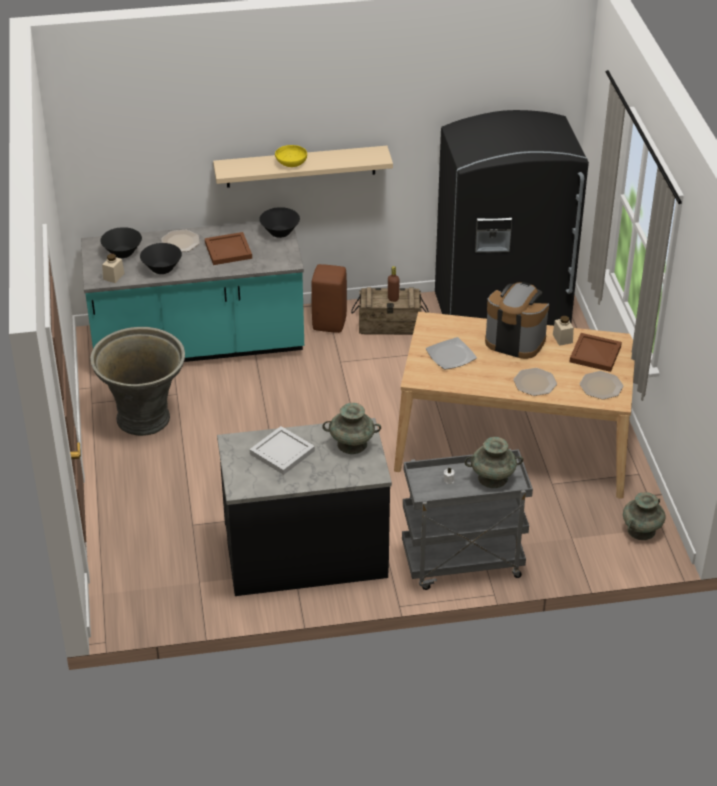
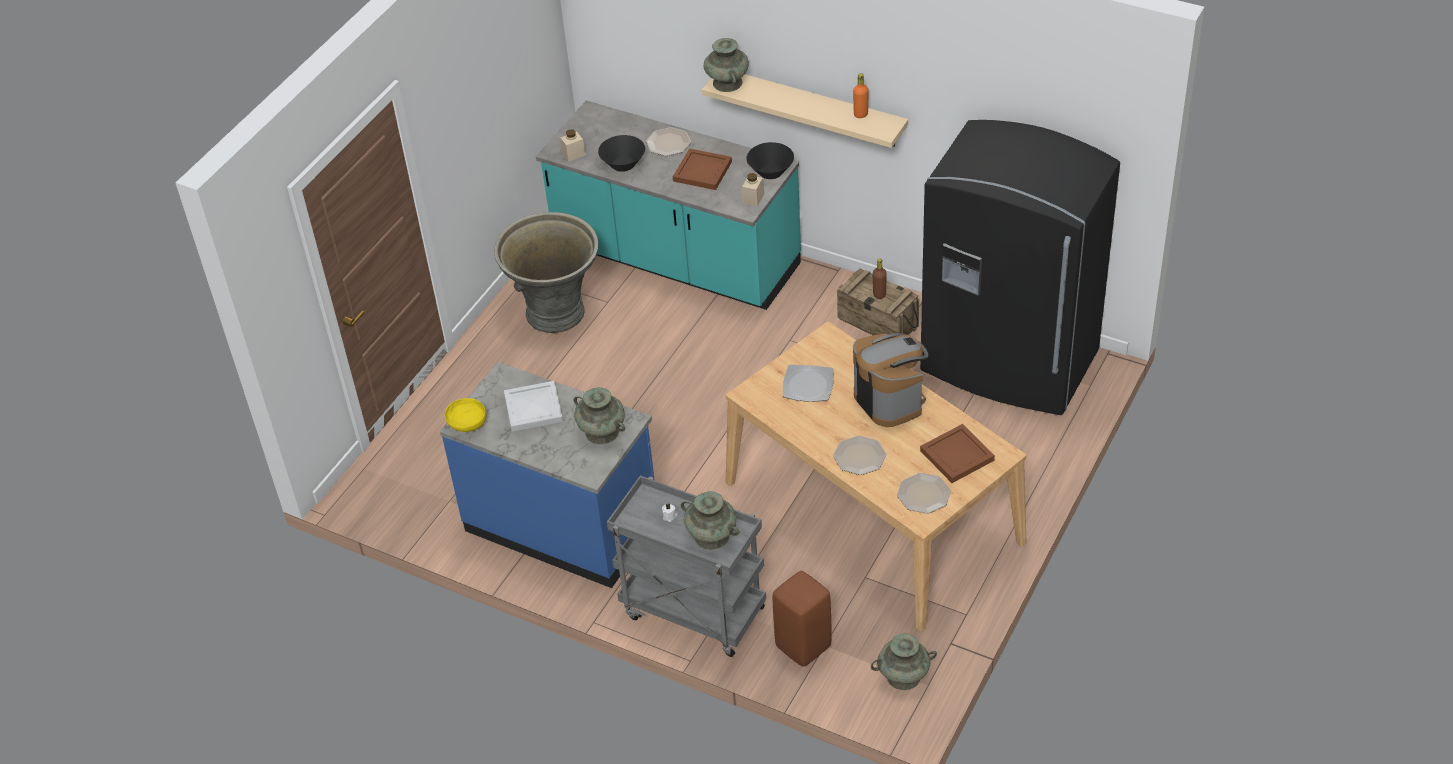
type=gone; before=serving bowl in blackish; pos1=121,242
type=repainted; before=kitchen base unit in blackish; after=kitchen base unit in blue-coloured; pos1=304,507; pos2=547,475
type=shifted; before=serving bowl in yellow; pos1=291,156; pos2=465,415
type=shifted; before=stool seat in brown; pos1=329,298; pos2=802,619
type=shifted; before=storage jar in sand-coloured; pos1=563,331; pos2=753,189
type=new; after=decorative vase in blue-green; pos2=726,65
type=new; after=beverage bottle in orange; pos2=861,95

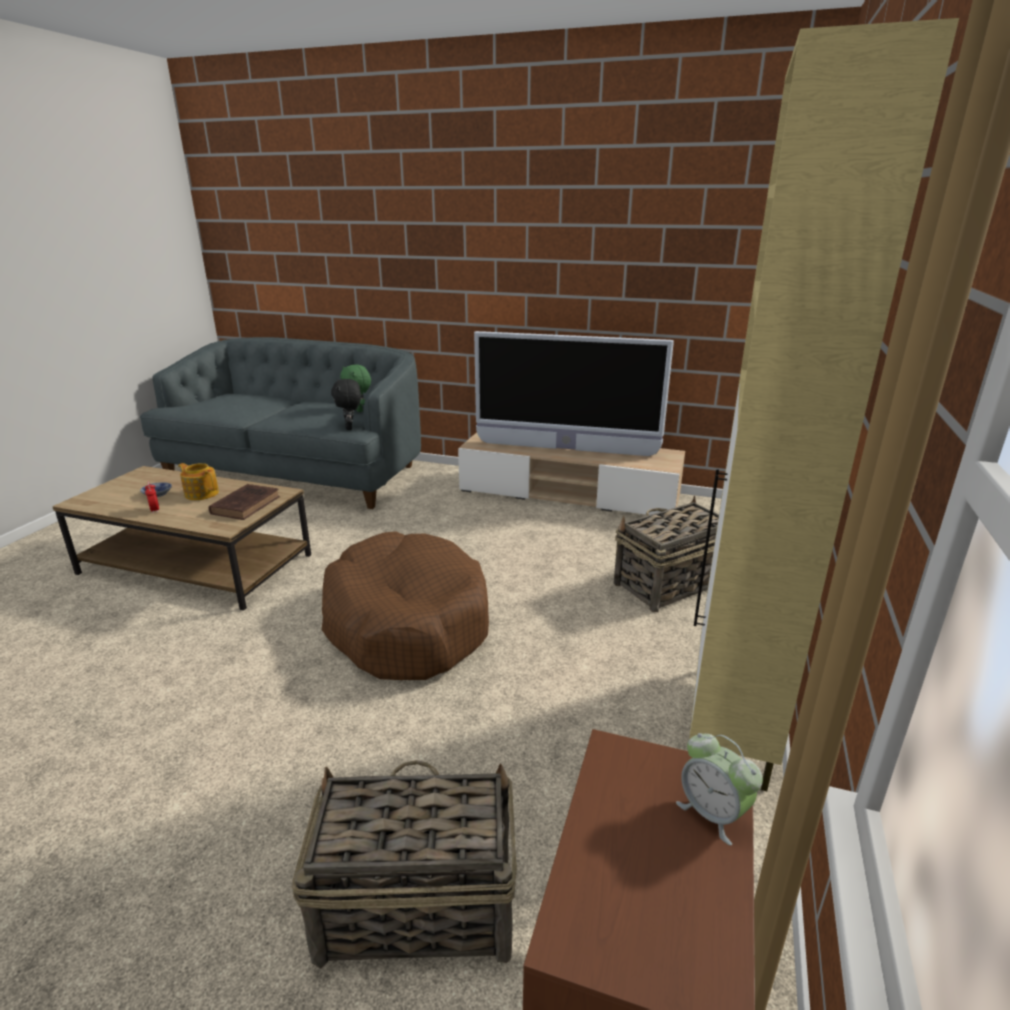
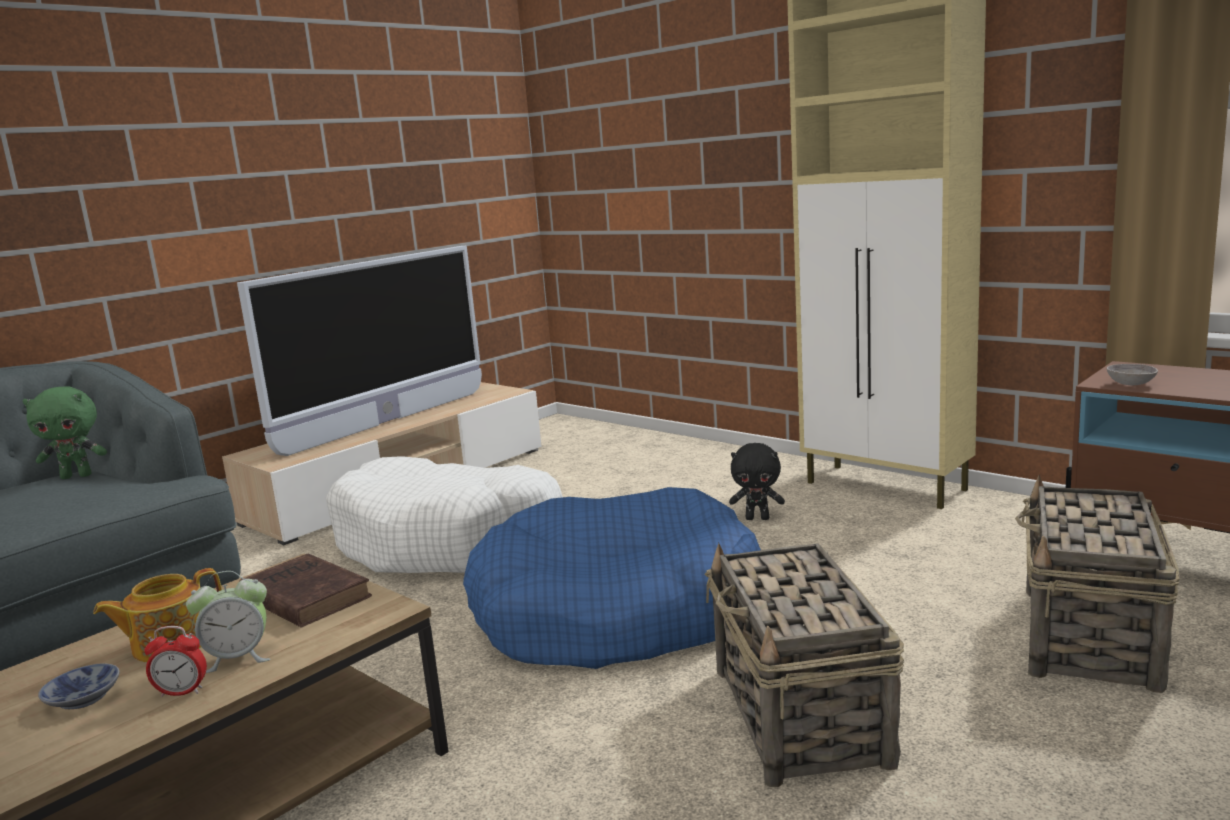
type=repainted; before=dog cushion in brown; after=dog cushion in blue-coloured; pos1=405,605; pos2=612,578
type=shifted; before=soft toy in blackish; pos1=346,404; pos2=757,481
type=shifted; before=basket; pos1=666,554; pos2=804,665
type=shifted; before=table clock; pos1=719,789; pos2=228,622
type=new; after=dog cushion in white; pos2=444,514
type=new; after=serving bowl in gray; pos2=1132,374

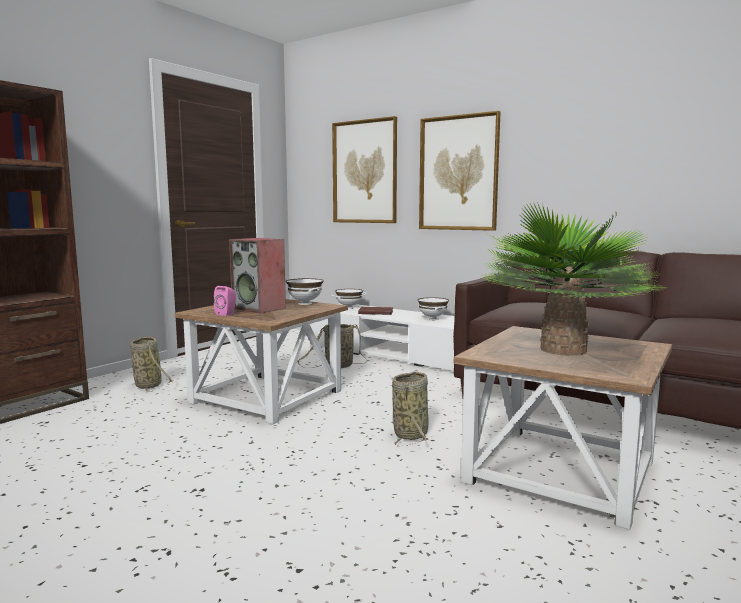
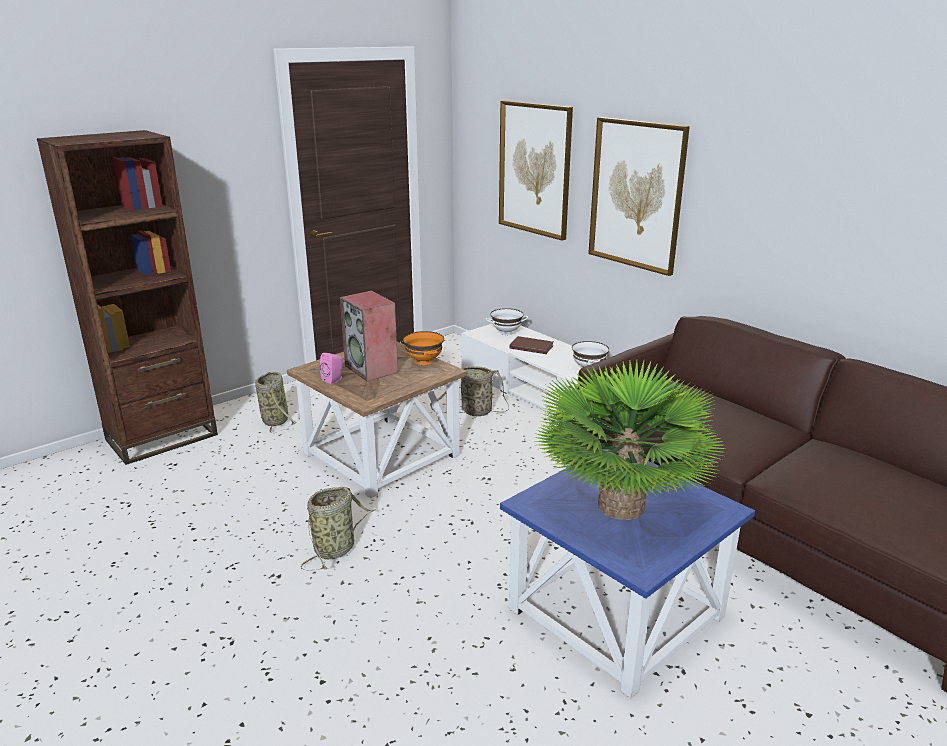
type=repainted; before=serving bowl in white; after=serving bowl in orange; pos1=305,291; pos2=423,348
type=shifted; before=basket; pos1=410,409; pos2=338,529
type=repainted; before=end table in brown; after=end table in blue-coloured; pos1=563,428; pos2=627,573

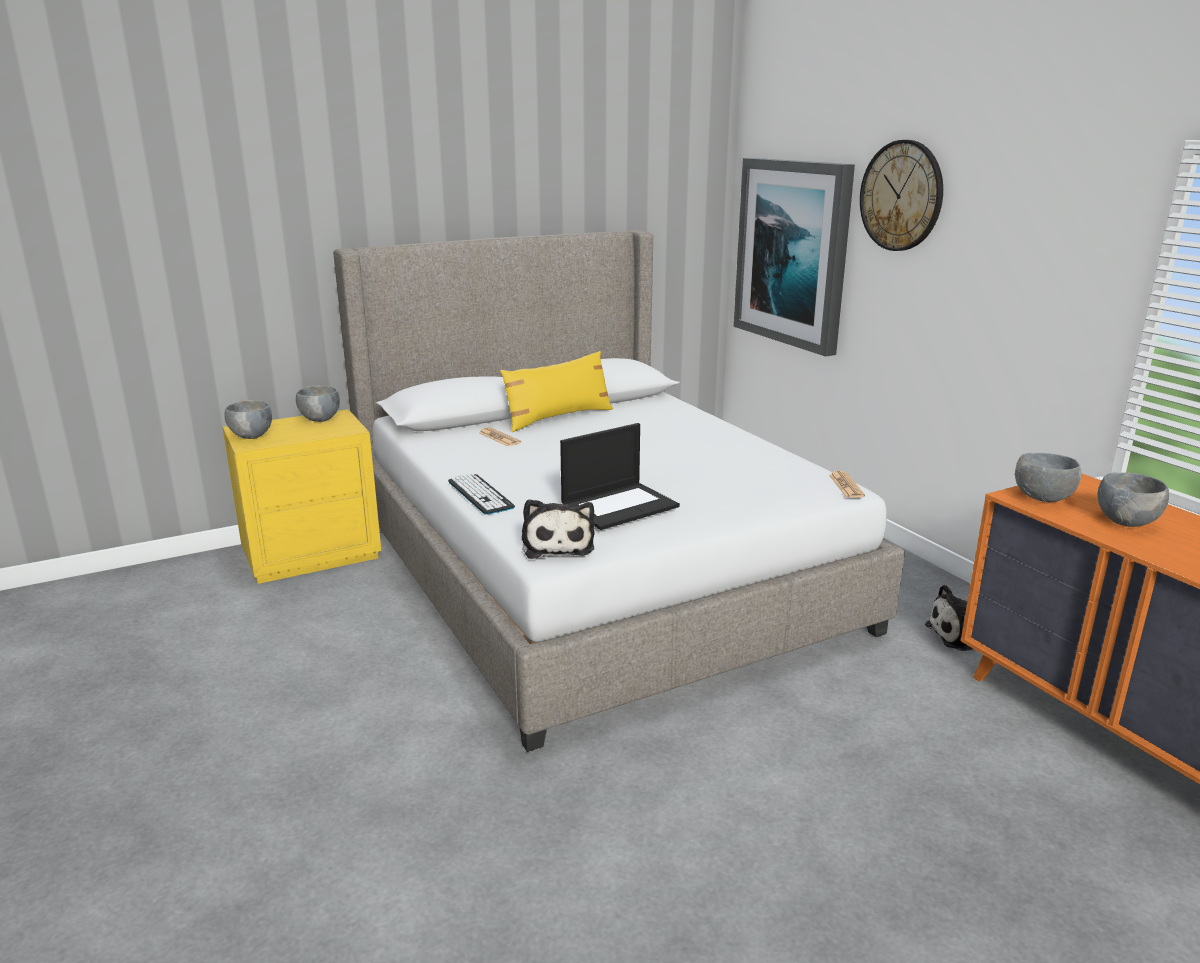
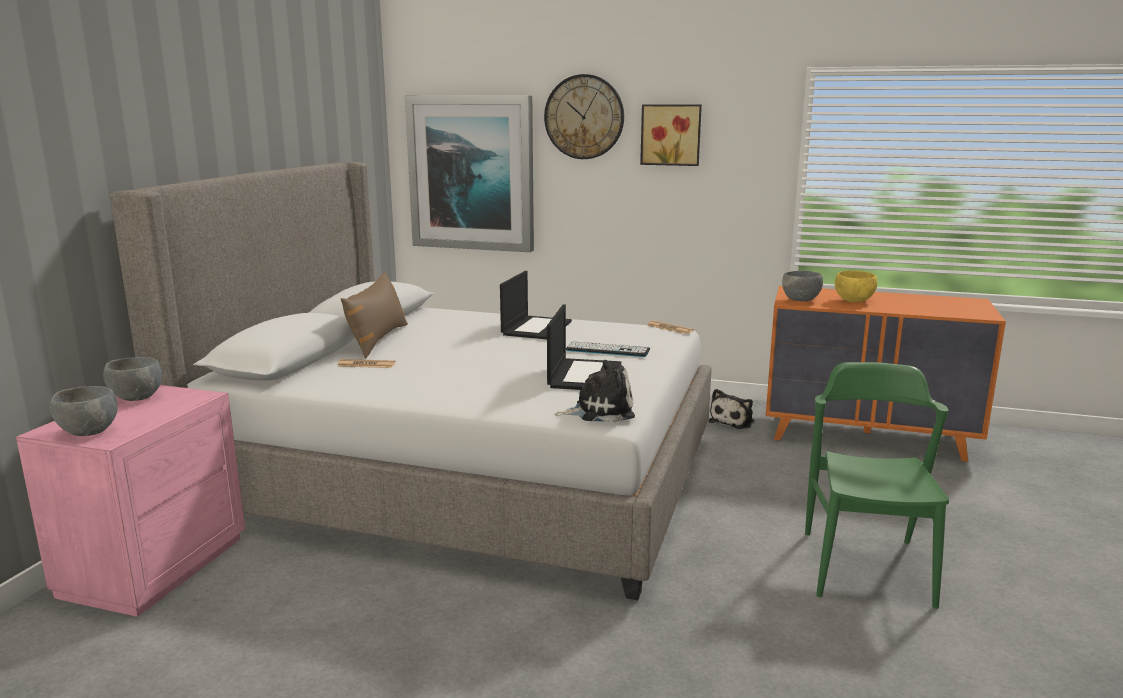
type=repainted; before=night table in yellow; after=night table in pinkish; pos1=302,496; pos2=130,501
type=shifted; before=keyboard; pos1=481,494; pos2=608,349
type=repainted; before=pillow in yellow; after=pillow in brown; pos1=556,391; pos2=374,315
type=rotated; before=soft toy; pos1=558,529; pos2=595,391; turn=-45
type=repainted; before=serving bowl in gray; after=serving bowl in yellow; pos1=1133,499; pos2=856,287
type=new; after=portable computer; pos2=536,305
type=new; after=wall picture; pos2=671,135
type=new; after=plain chair in green-coloured; pos2=877,485

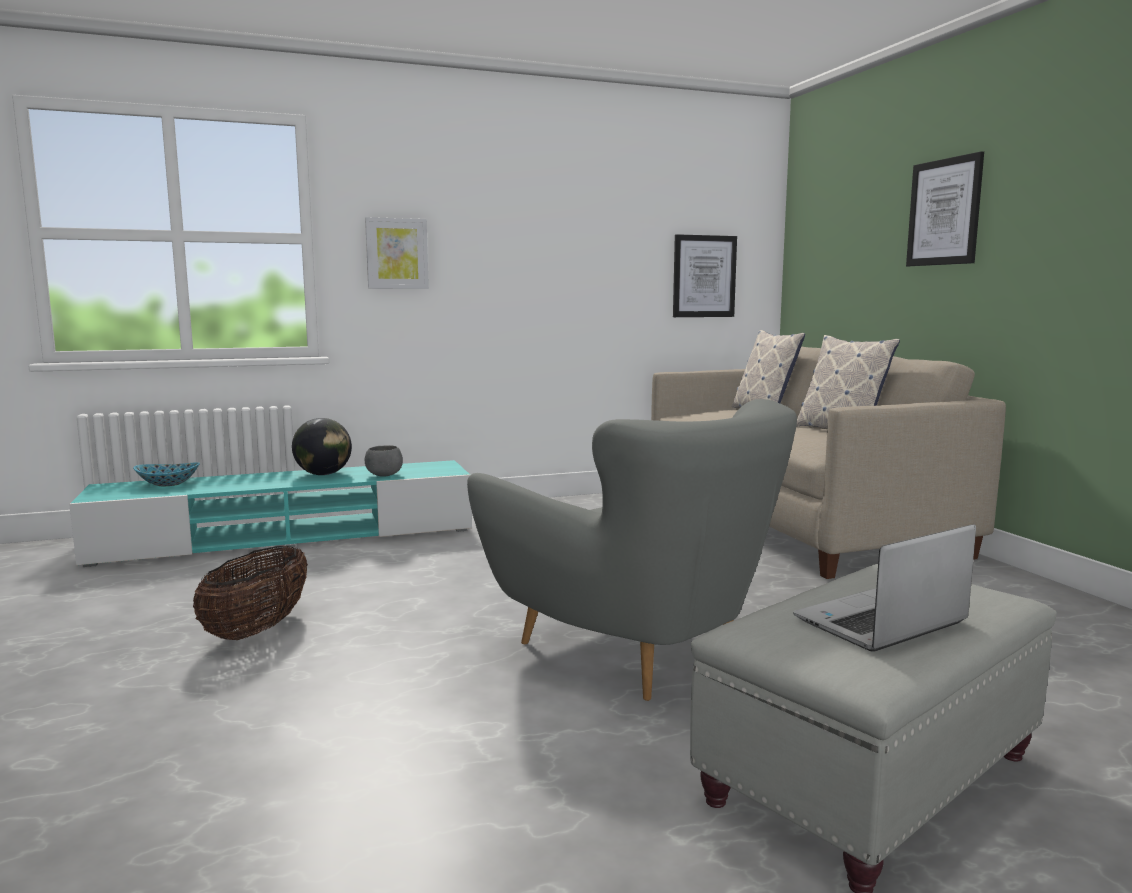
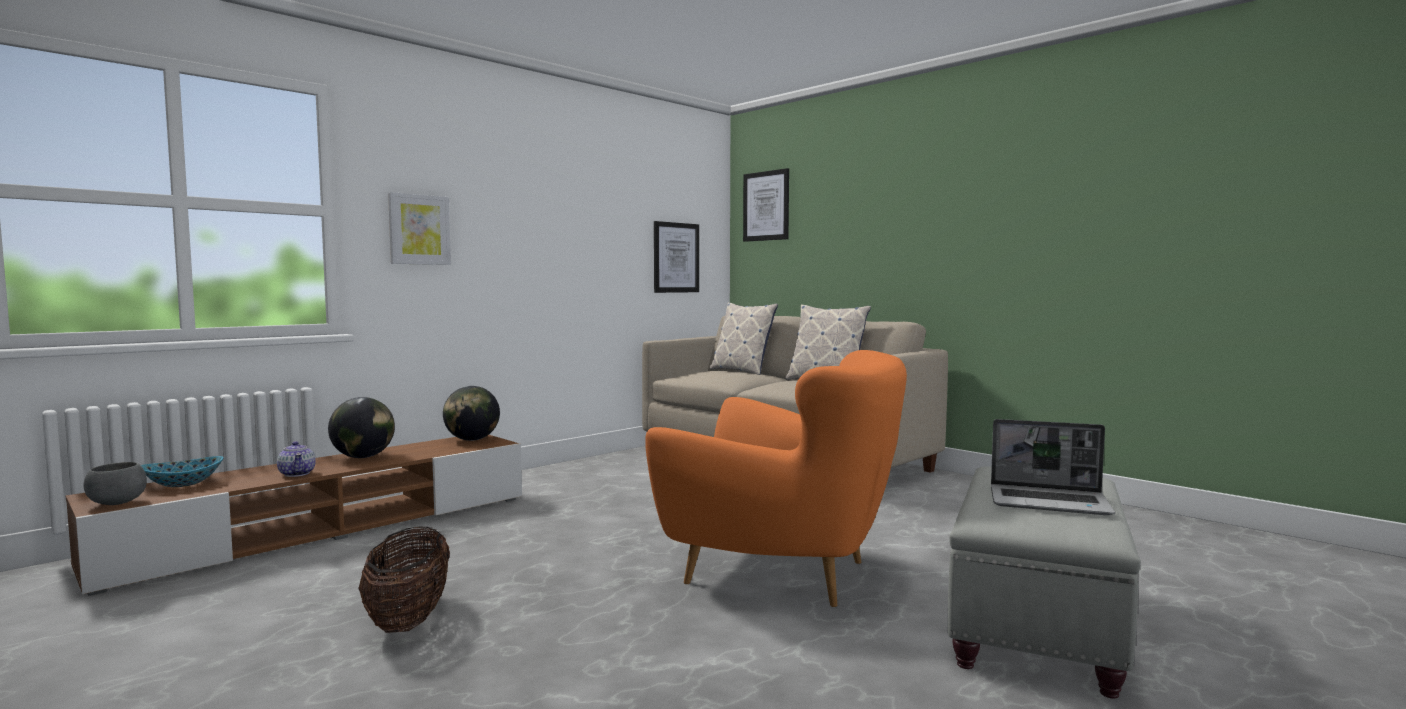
type=repainted; before=tv unit in blue-green; after=tv unit in brown; pos1=270,513; pos2=294,515
type=shifted; before=serving bowl in gray; pos1=384,461; pos2=115,483
type=repainted; before=lounge chair in gray; after=lounge chair in orange; pos1=632,550; pos2=776,478
type=rotated; before=portable computer; pos1=884,588; pos2=1053,467; turn=-105
type=shifted; before=wall picture; pos1=945,208; pos2=766,205
type=new; after=tea pot; pos2=296,459
type=new; after=globe; pos2=471,413

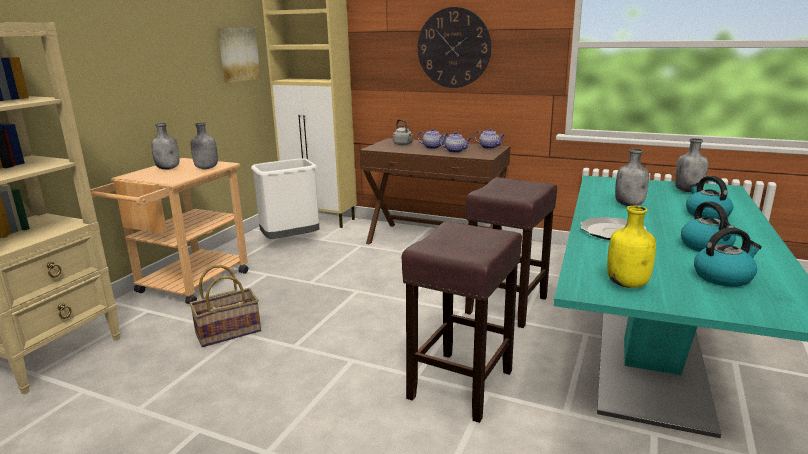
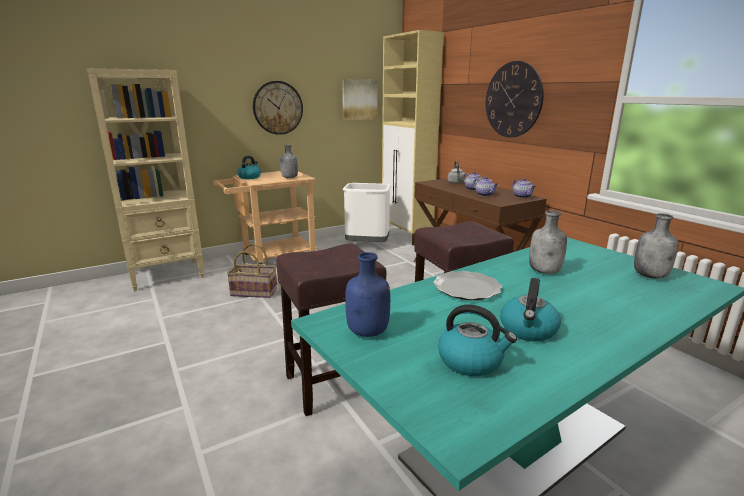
type=gone; before=beverage bottle in gray; pos1=165,146
type=repainted; before=beverage bottle in yellow; after=beverage bottle in blue-coloured; pos1=631,247; pos2=367,294
type=shifted; before=water kettle; pos1=709,198; pos2=249,167
type=new; after=clock on the wall; pos2=278,108

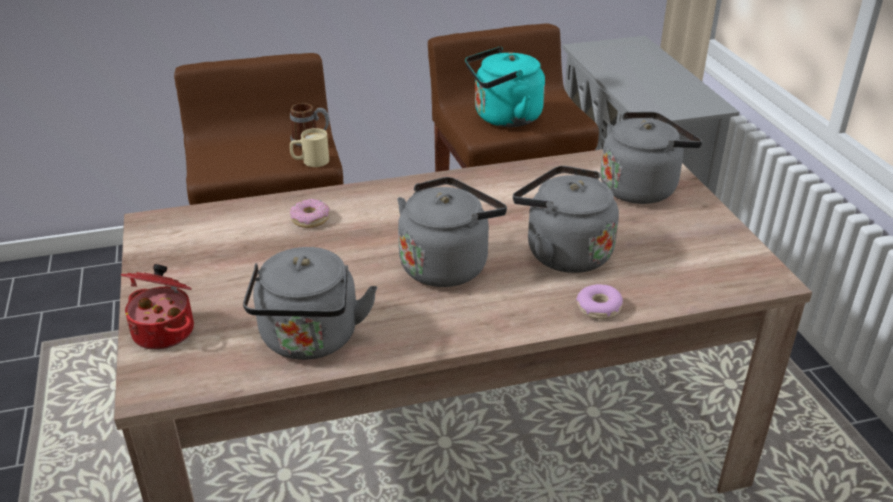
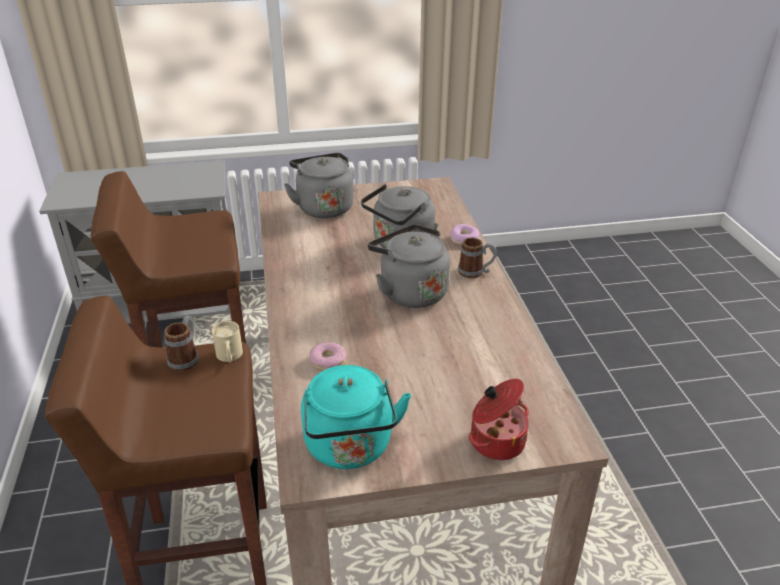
type=gone; before=water kettle in gray; pos1=310,303
type=shifted; before=water kettle in blue-green; pos1=505,87; pos2=356,417
type=new; after=coffee mug; pos2=477,258

